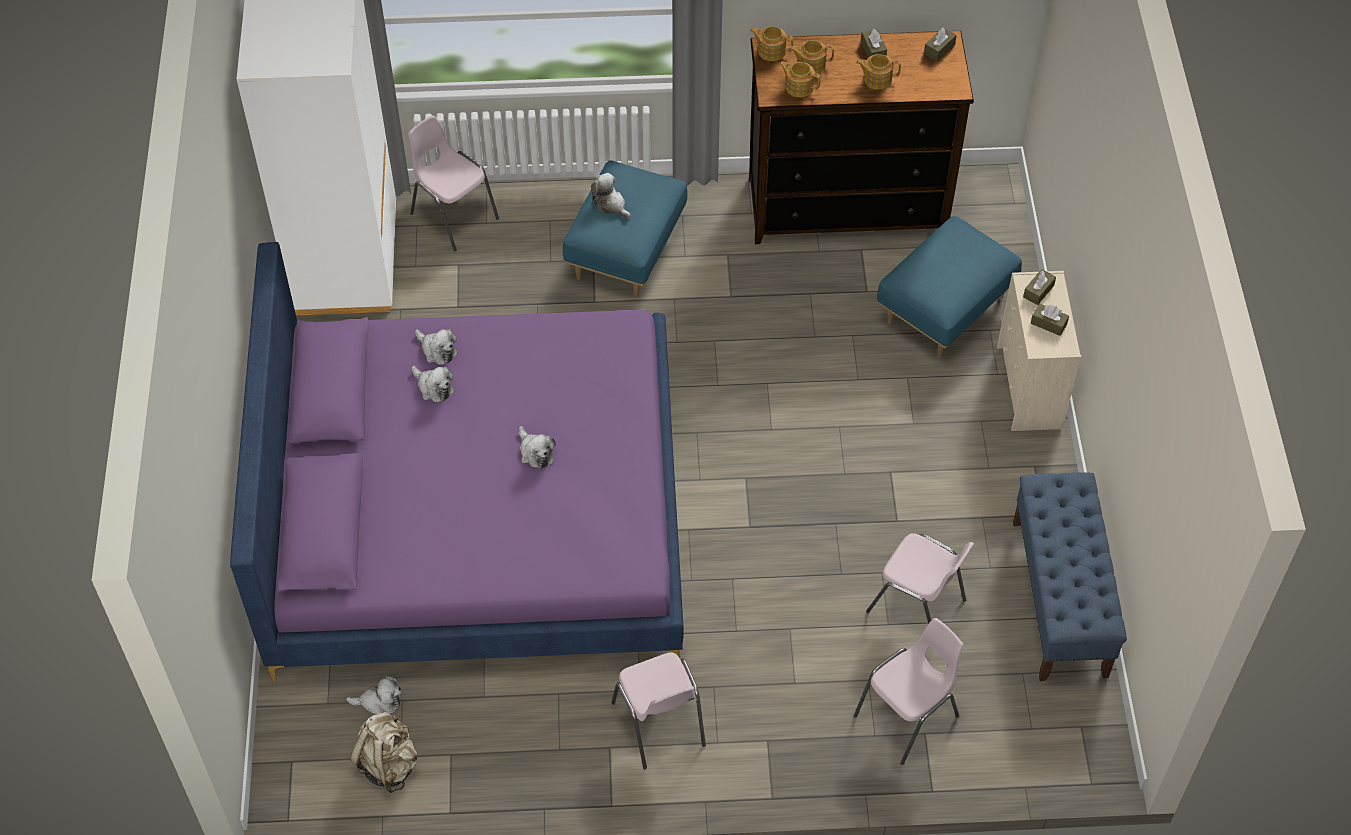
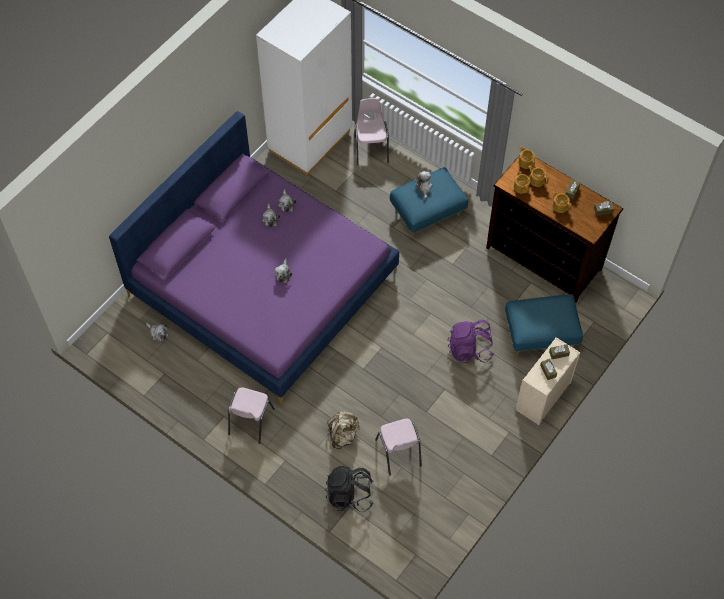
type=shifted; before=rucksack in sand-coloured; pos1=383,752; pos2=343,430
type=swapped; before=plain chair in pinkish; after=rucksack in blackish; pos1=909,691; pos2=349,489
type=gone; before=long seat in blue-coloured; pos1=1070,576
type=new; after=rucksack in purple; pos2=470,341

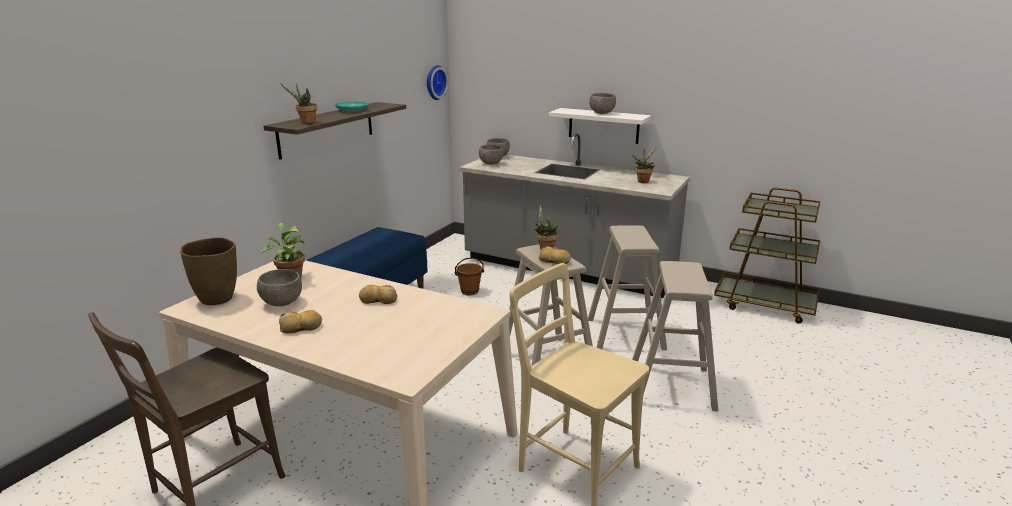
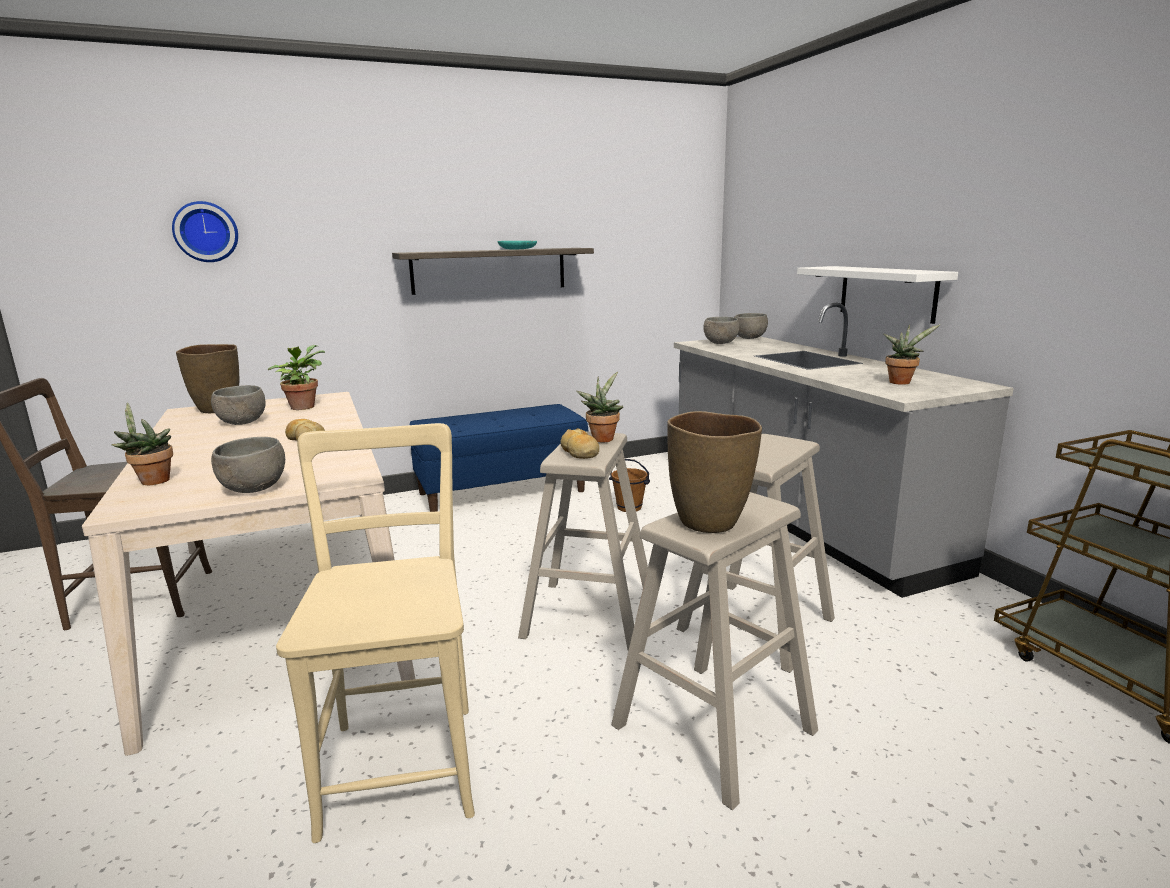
type=gone; before=bakery bread; pos1=300,321
type=shifted; before=plant in a pot; pos1=298,103; pos2=142,443
type=shifted; before=clock on the wall; pos1=437,82; pos2=205,231
type=shifted; before=serving bowl in gray; pos1=602,103; pos2=248,465
type=new; after=decorative vase in brown; pos2=714,472

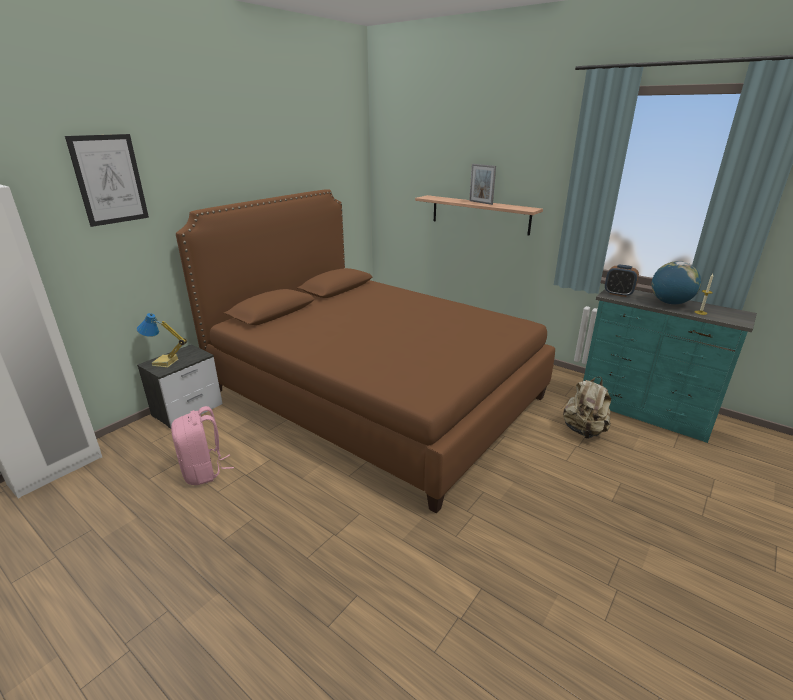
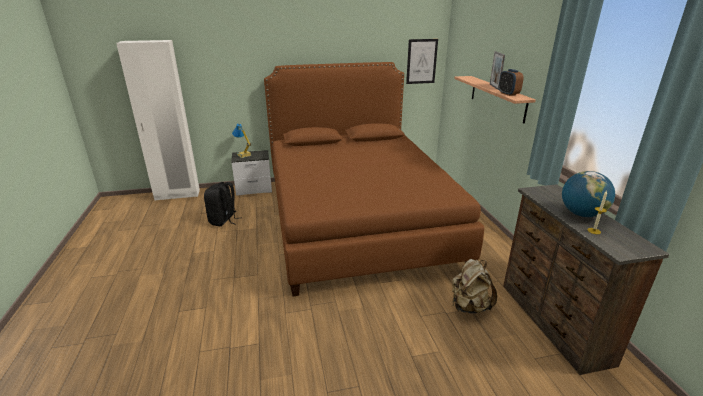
type=shifted; before=wall picture; pos1=107,180; pos2=422,61
type=repainted; before=rucksack in pinkish; after=rucksack in blackish; pos1=202,445; pos2=221,204
type=repainted; before=chest of drawers in blue-green; after=chest of drawers in brown; pos1=670,366; pos2=586,279
type=shifted; before=table clock; pos1=622,280; pos2=511,82

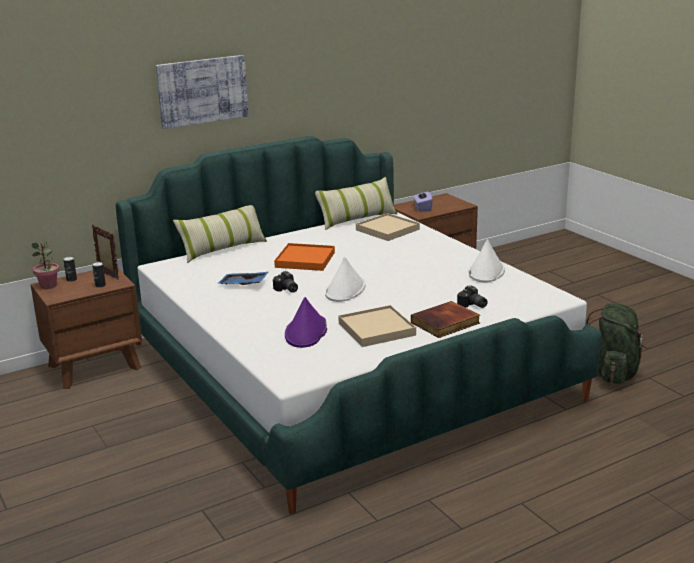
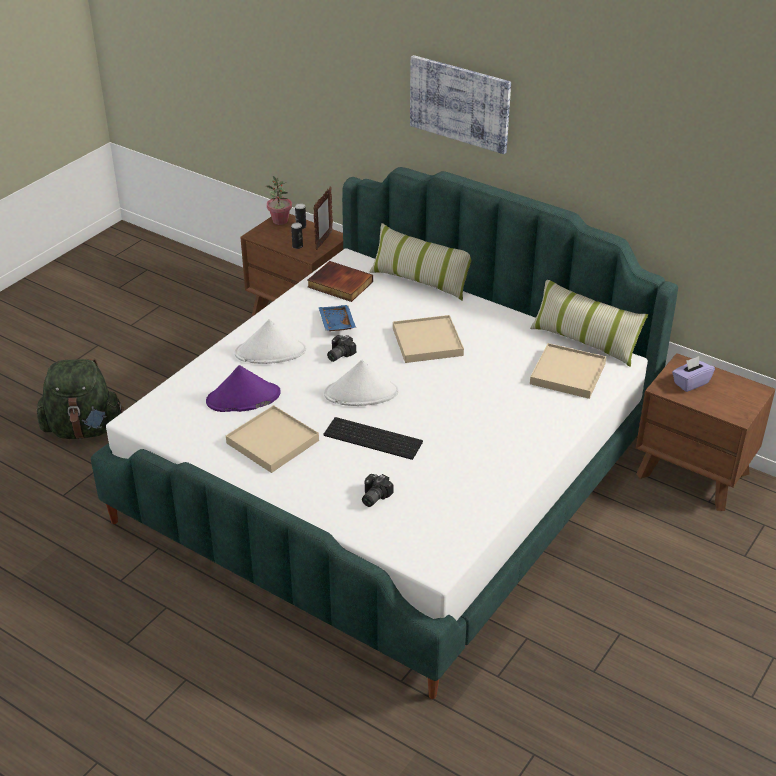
type=repainted; before=carrying tray in orange; after=carrying tray in sand-coloured; pos1=304,257; pos2=428,339
type=shifted; before=book; pos1=445,319; pos2=340,281
type=shifted; before=hat in white; pos1=486,260; pos2=270,341
type=shifted; before=rucksack in green-coloured; pos1=617,343; pos2=80,399
type=new; after=keyboard; pos2=373,438

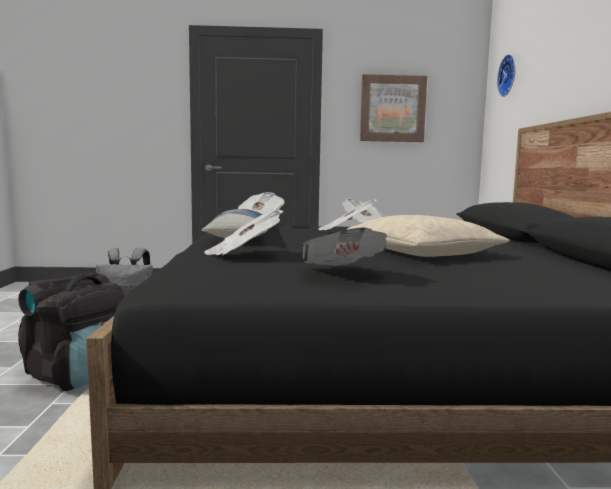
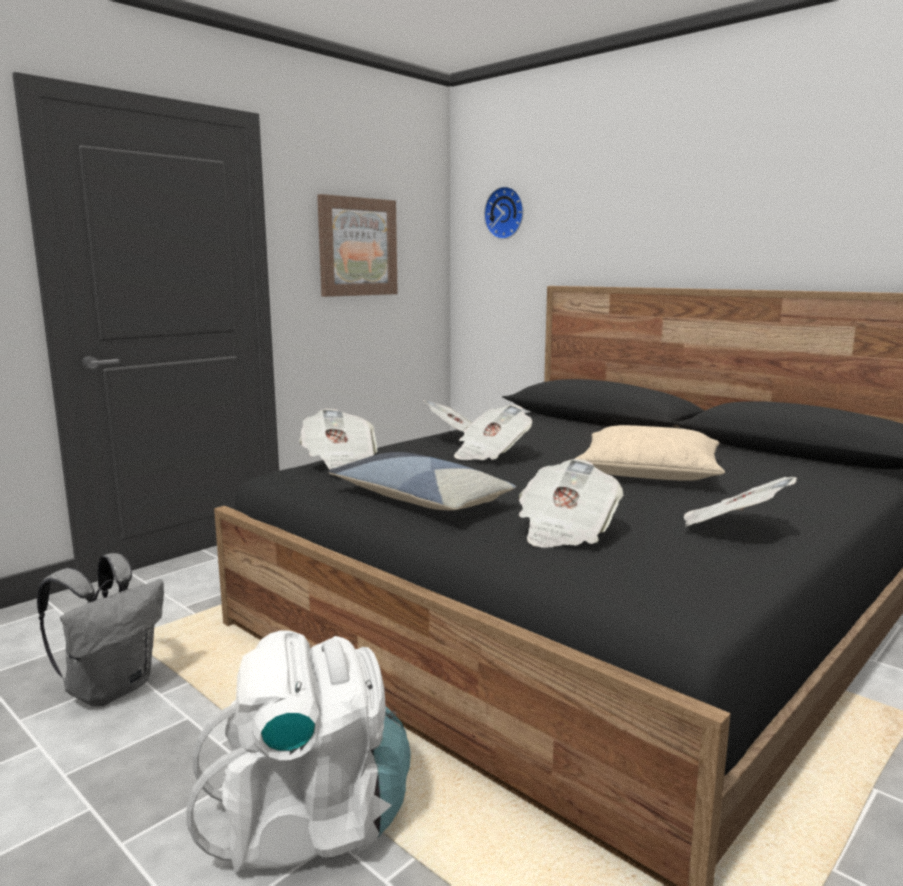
type=repainted; before=rucksack in blackish; after=rucksack in white; pos1=71,332; pos2=298,751

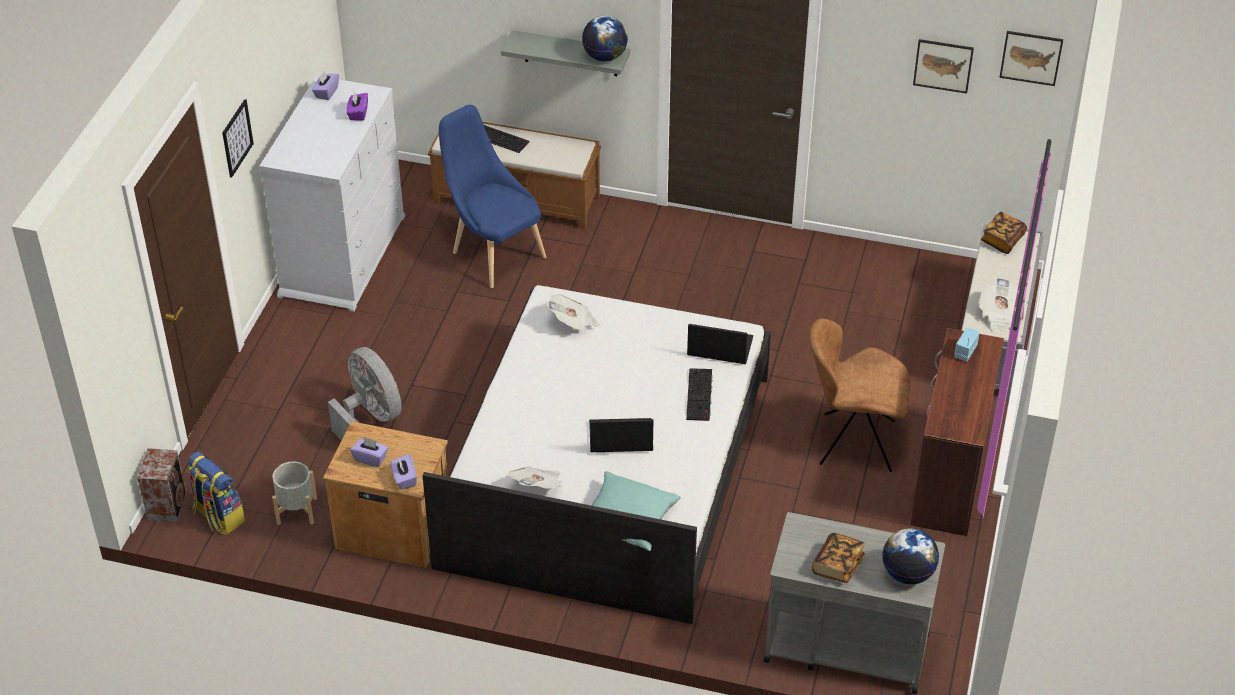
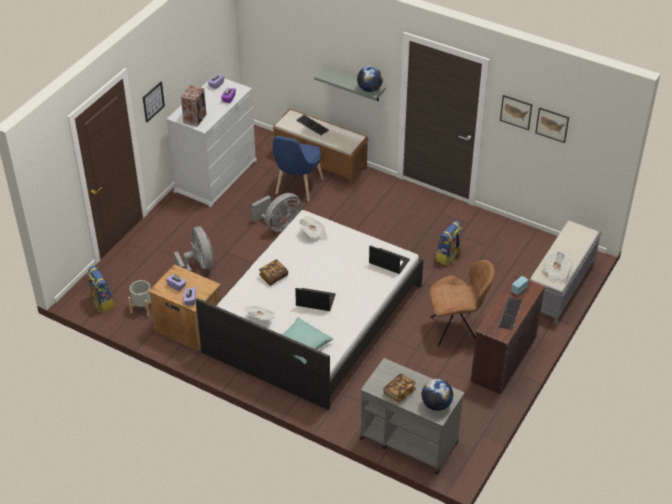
type=shifted; before=speaker; pos1=162,485; pos2=194,106
type=rotated; before=plain chair in blue-coloured; pos1=492,196; pos2=298,169; turn=-135
type=shifted; before=keyboard; pos1=699,394; pos2=510,313
type=rotated; before=plain chair in brown; pos1=859,395; pos2=462,303; turn=150
type=shifted; before=book; pos1=1004,233; pos2=273,272
type=shifted; before=wall picture; pos1=1031,58; pos2=516,112
type=new; after=fan in gray; pos2=277,212
type=new; after=rucksack; pos2=449,243

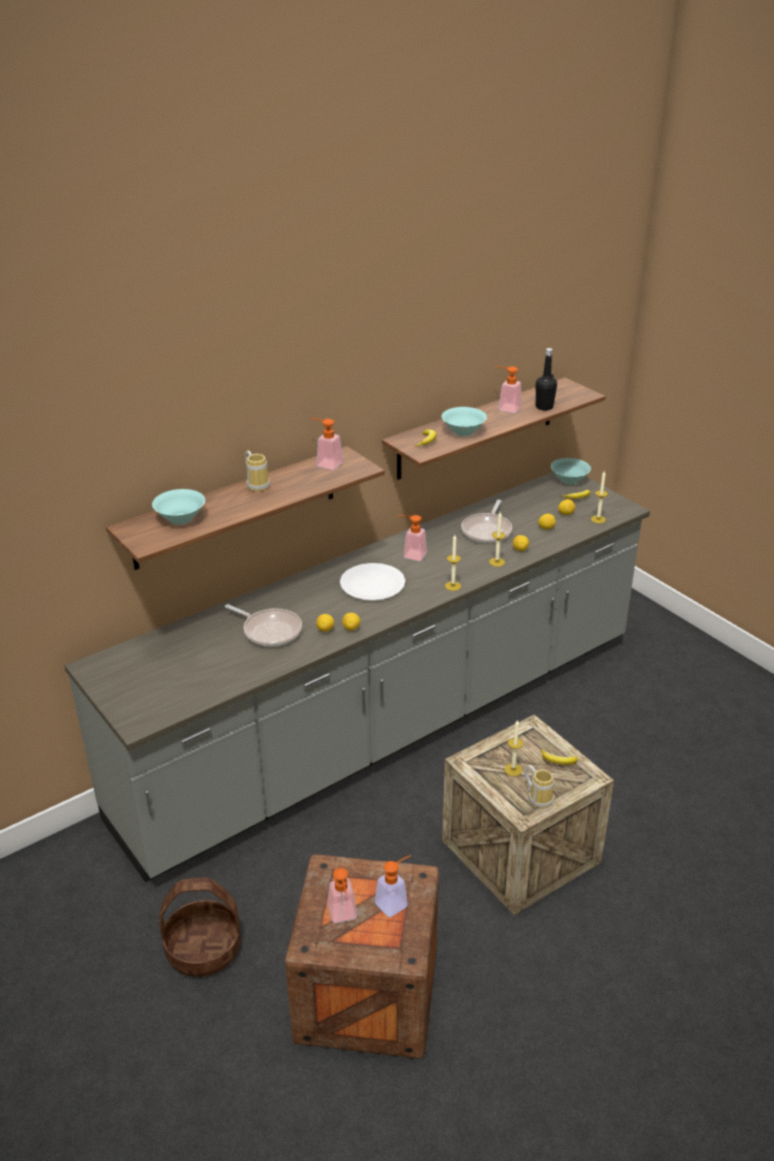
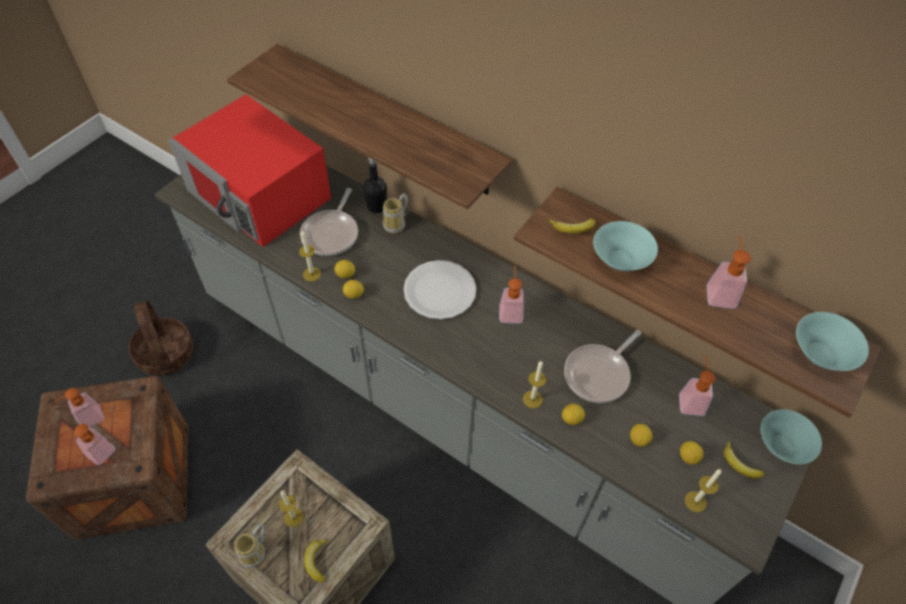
type=shifted; before=serving bowl in blue-green; pos1=178,507; pos2=832,341
type=shifted; before=coffee mug; pos1=257,471; pos2=395,213
type=shifted; before=soap bottle; pos1=326,444; pos2=697,386
type=shifted; before=wax candle; pos1=453,563; pos2=310,255
type=rotated; before=pan; pos1=486,521; pos2=602,366; turn=-45
type=shifted; before=beverage bottle in blackish; pos1=546,379; pos2=375,185
type=new; after=kitchen microwave in red; pos2=249,171

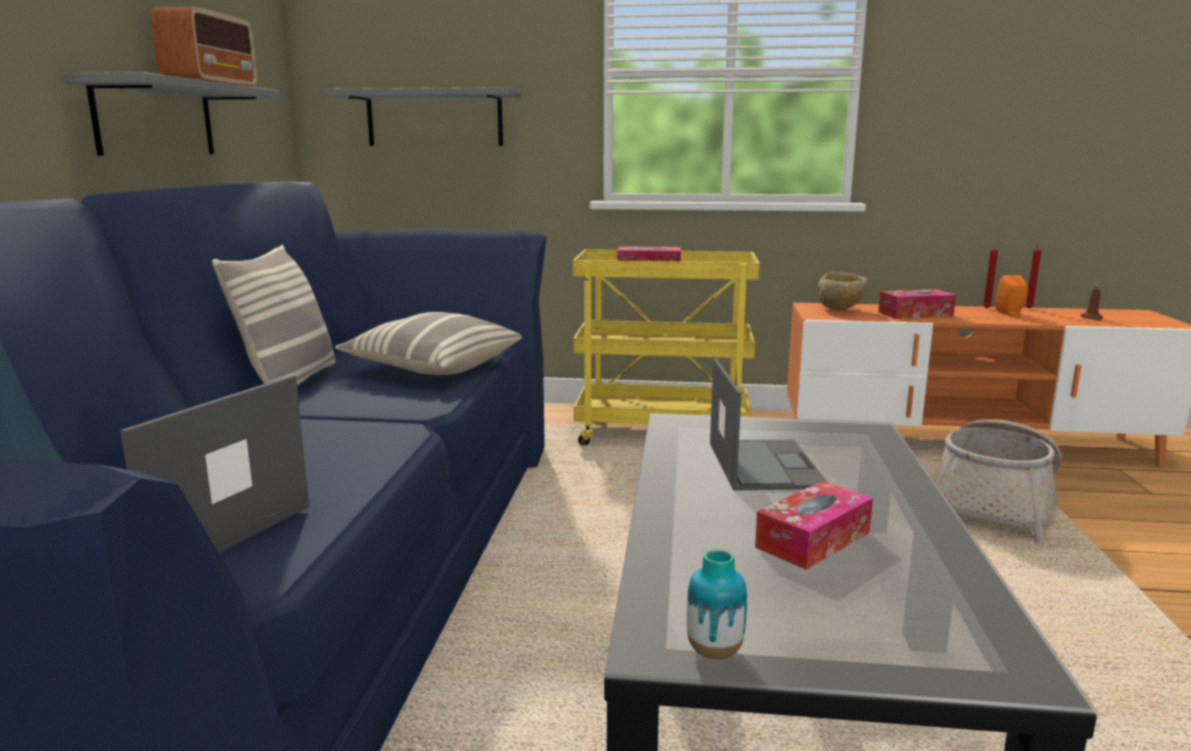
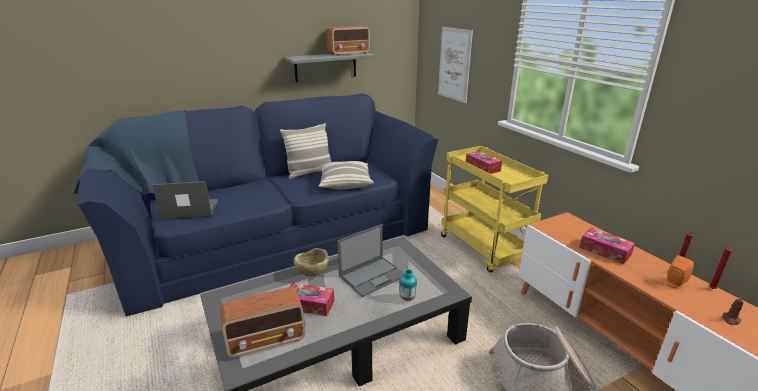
type=swapped; before=shelf in gray; after=wall picture; pos1=422,116; pos2=455,65
type=shifted; before=decorative vase; pos1=716,604; pos2=408,285
type=shifted; before=serving bowl in sand-coloured; pos1=842,291; pos2=311,262
type=new; after=radio; pos2=263,322

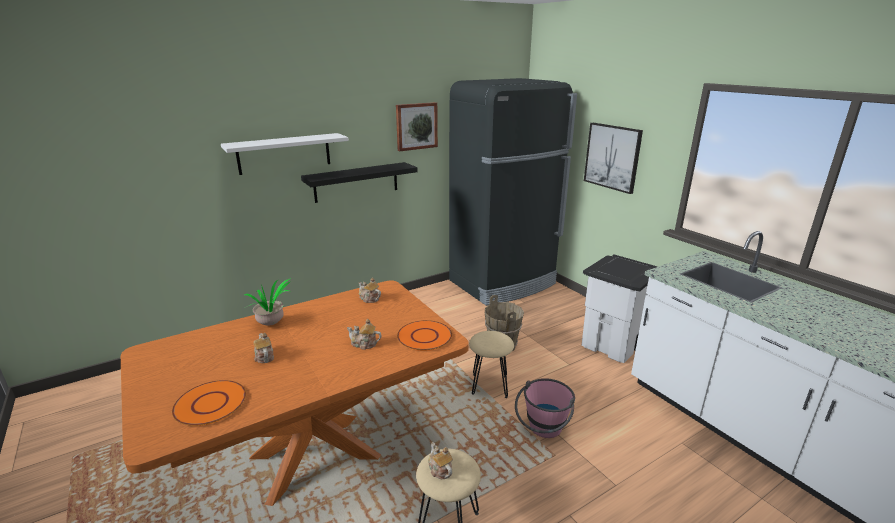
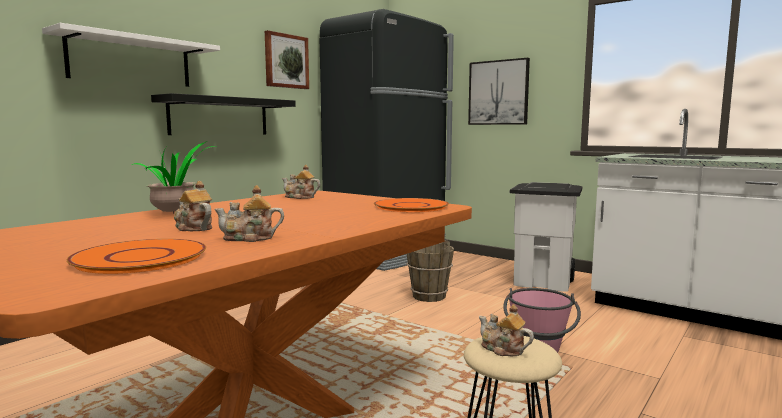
type=shifted; before=tea pot; pos1=364,334; pos2=249,213
type=gone; before=stool seat in sand-coloured; pos1=491,364

